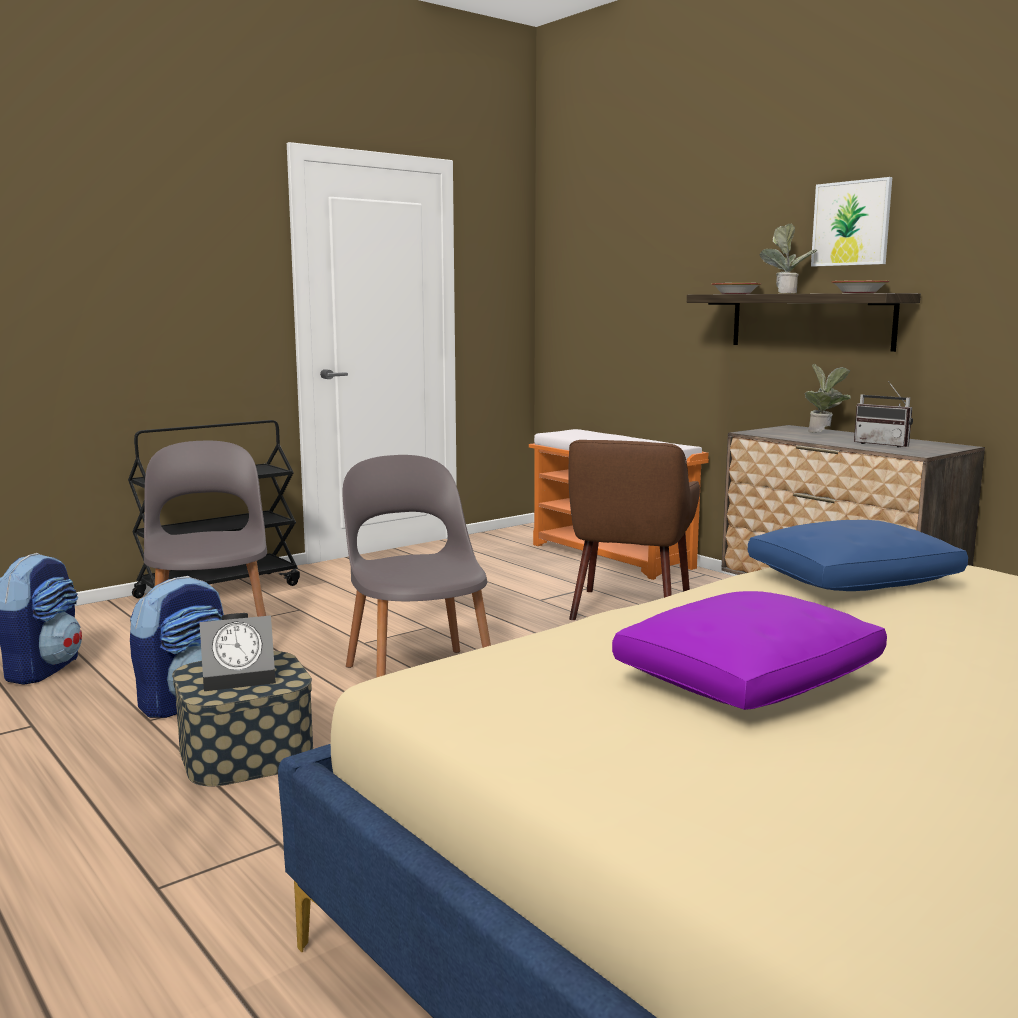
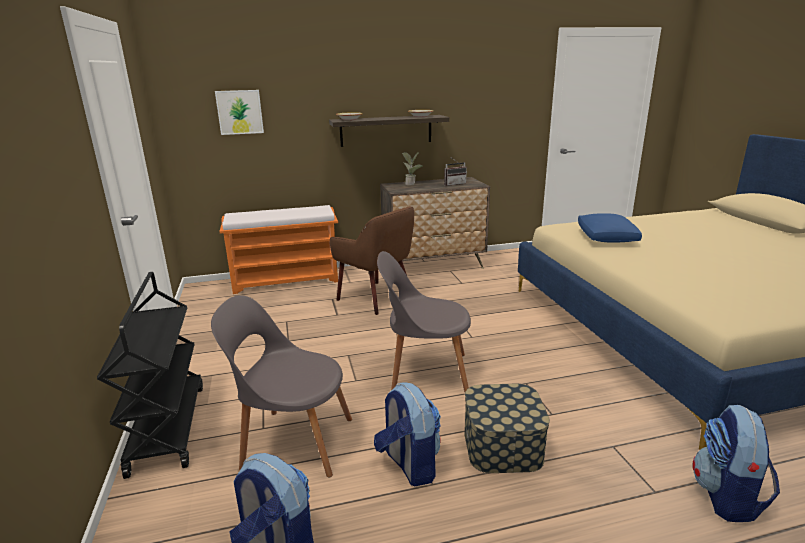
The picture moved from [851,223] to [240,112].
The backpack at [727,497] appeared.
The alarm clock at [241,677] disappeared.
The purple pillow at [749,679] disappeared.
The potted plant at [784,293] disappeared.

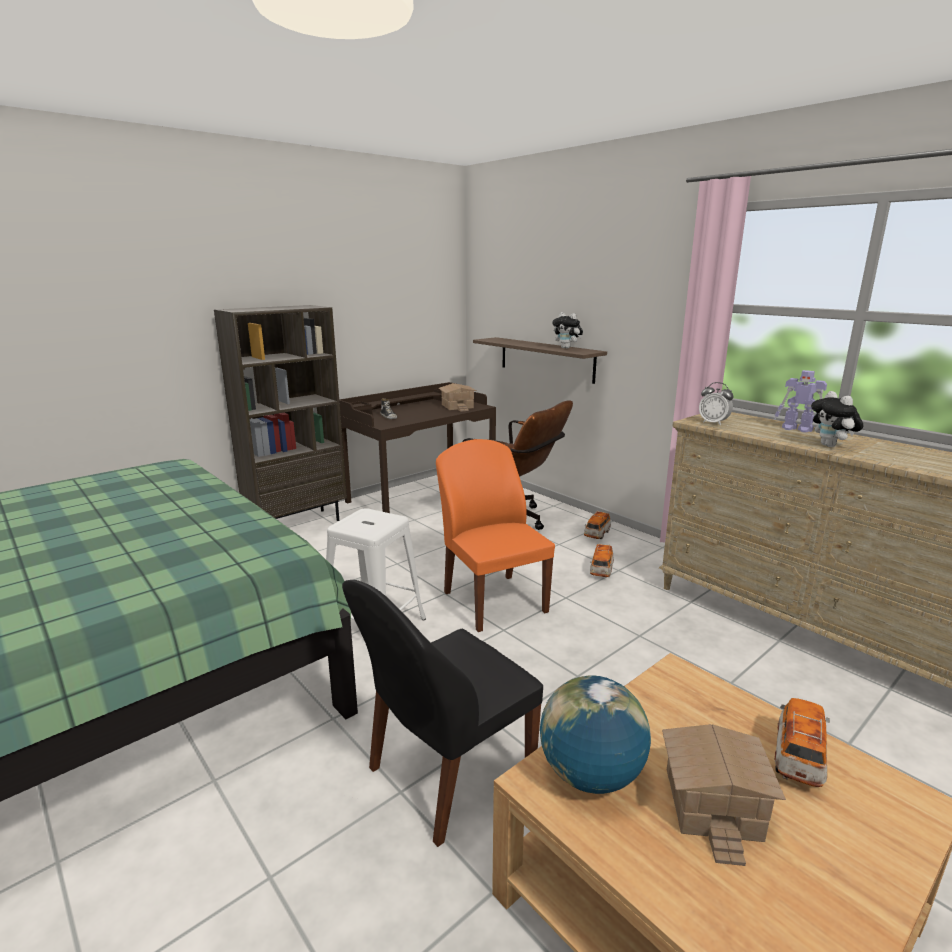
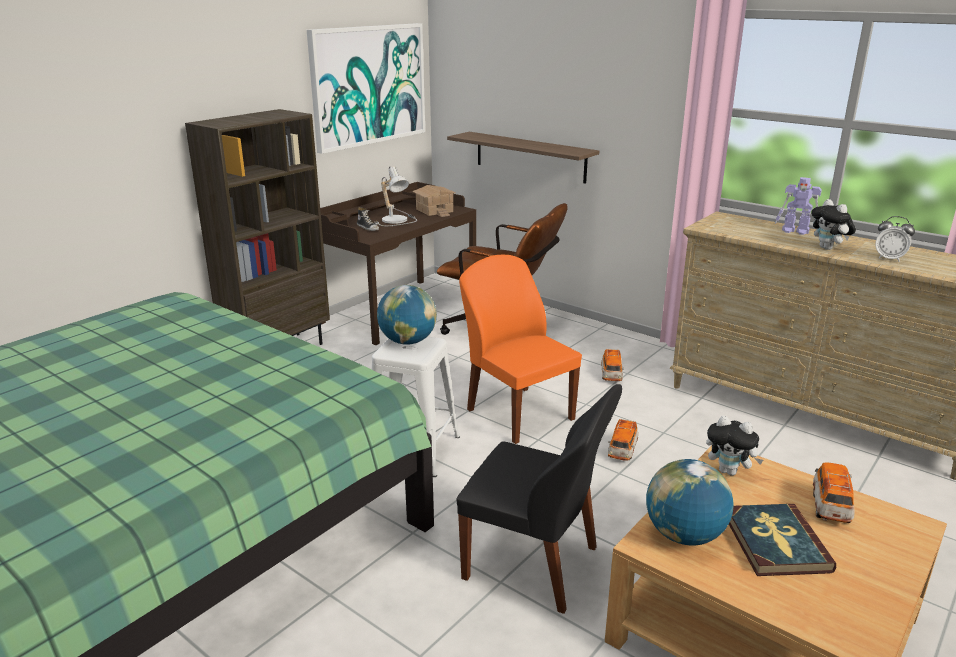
The picture at [368,85] appeared.
The table lamp at [397,220] appeared.
The globe at [408,341] appeared.
The black chair at [447,775] turned 105 degrees counterclockwise.
The toy car moved from [597,534] to [622,451].
The plush toy moved from [567,348] to [729,471].
The toy house at [710,803] was replaced by the book at [775,543].
The alarm clock moved from [713,423] to [889,259].

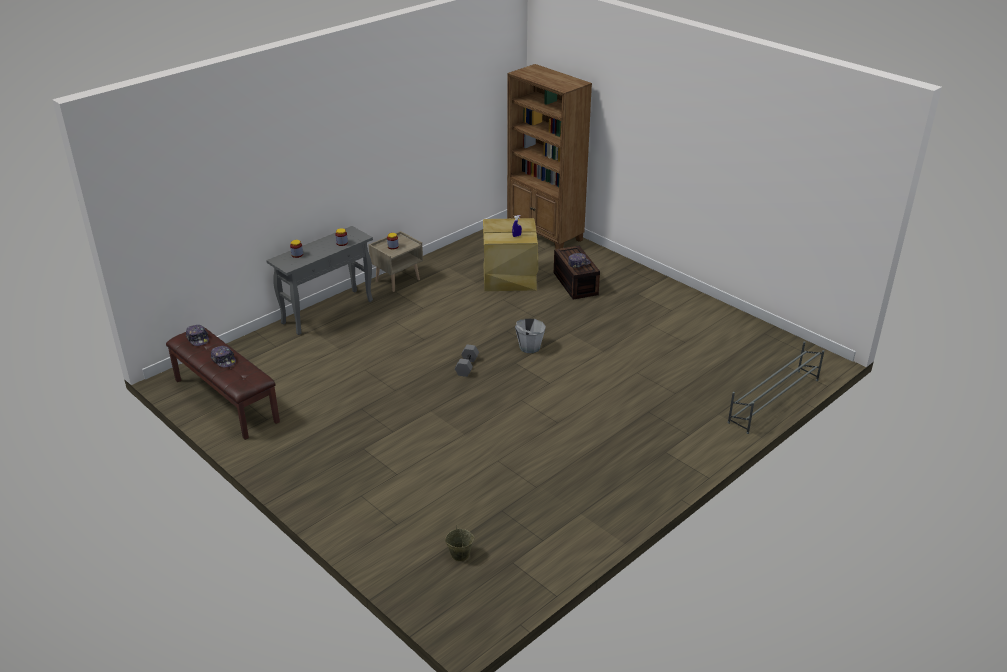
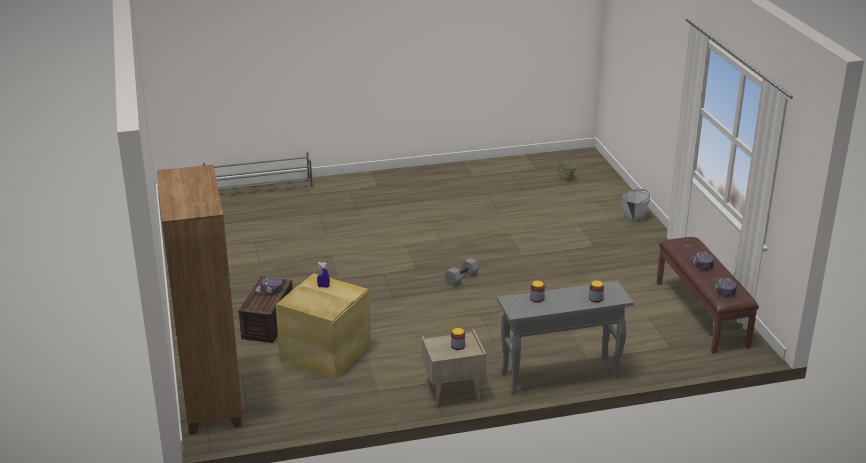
The grey bucket moved from [529,347] to [634,217].

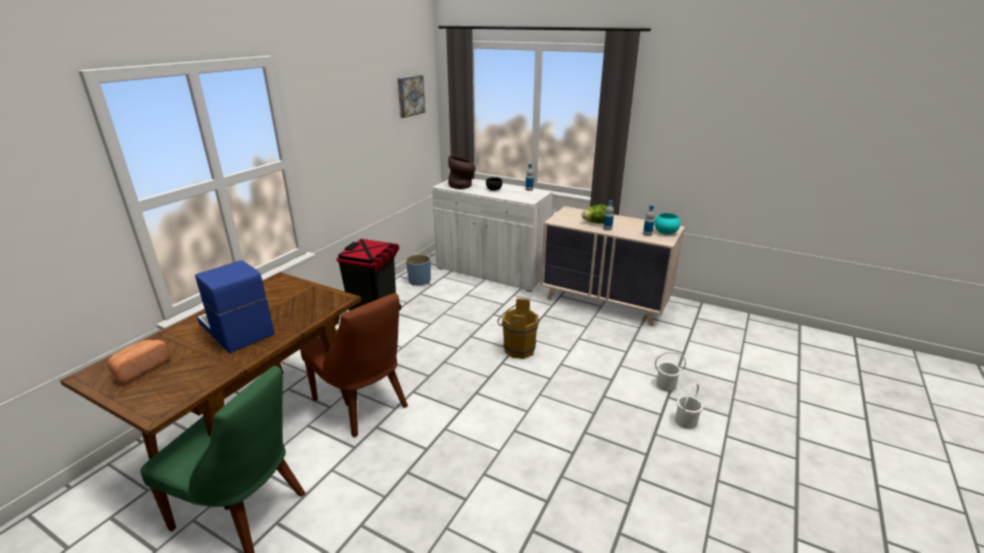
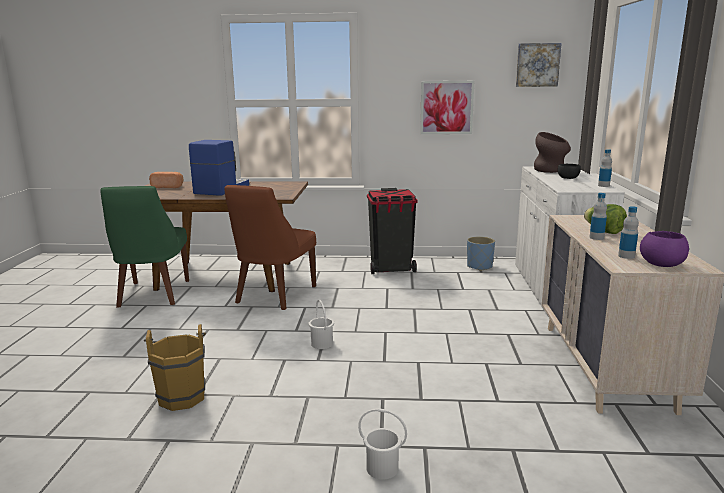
The brown bucket moved from [516,349] to [182,395].
The white bucket moved from [666,385] to [321,344].
The picture at [446,107] appeared.
The turquoise bowl at [665,232] became the purple bowl at [662,264].

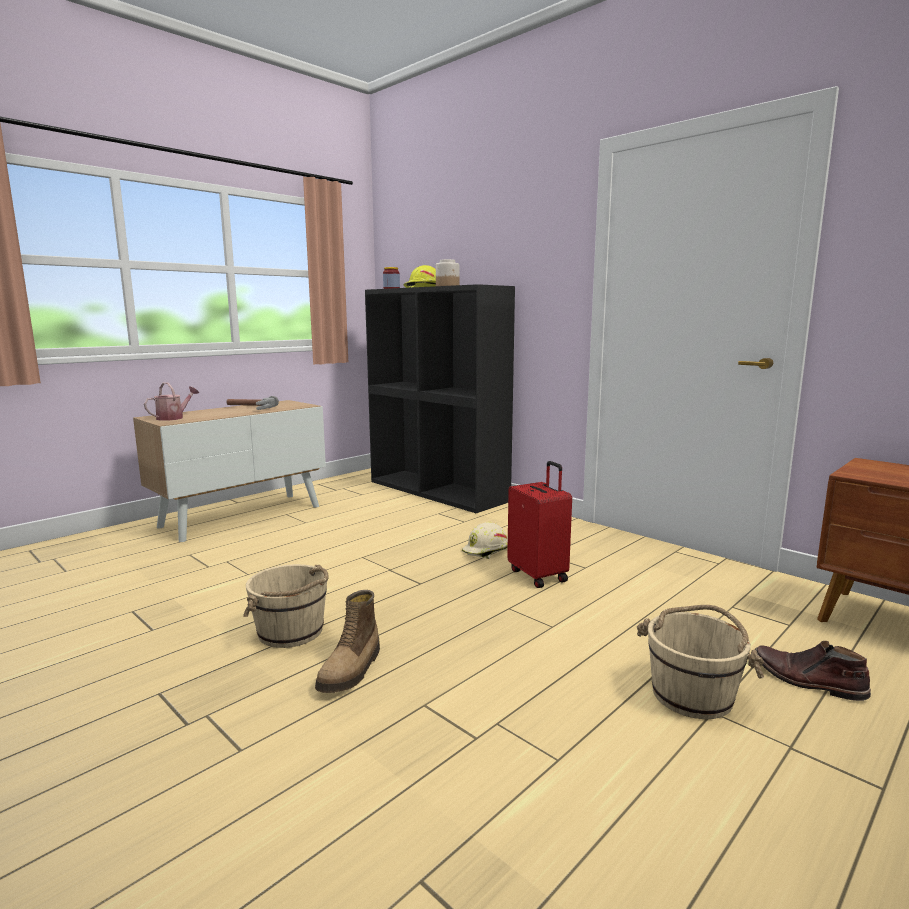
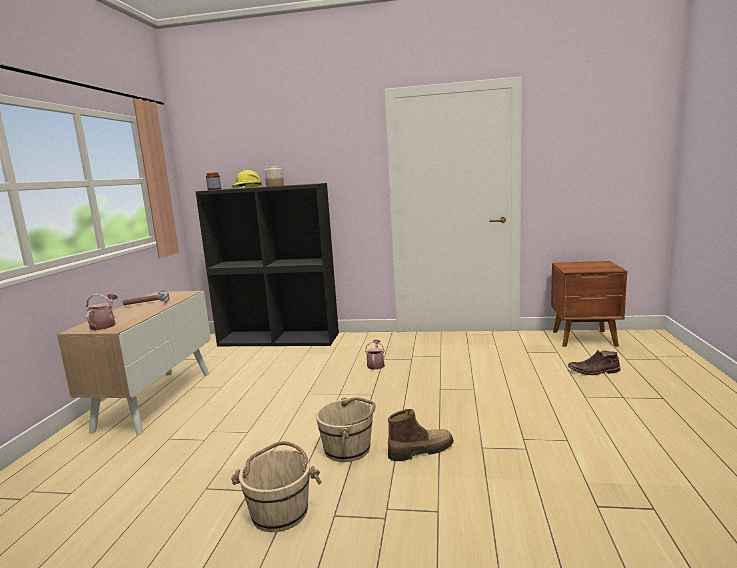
The beige bucket moved from [692,694] to [280,511].
The beige hard hat at [486,551] was replaced by the watering can at [376,365].
The boot at [351,671] turned 90 degrees counterclockwise.
The red suitcase at [539,575] disappeared.

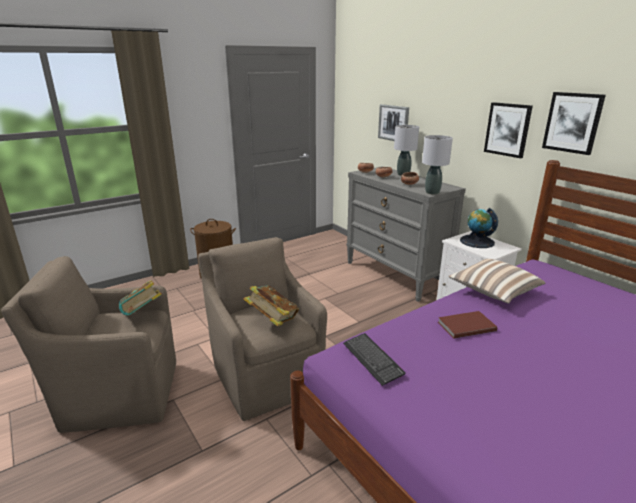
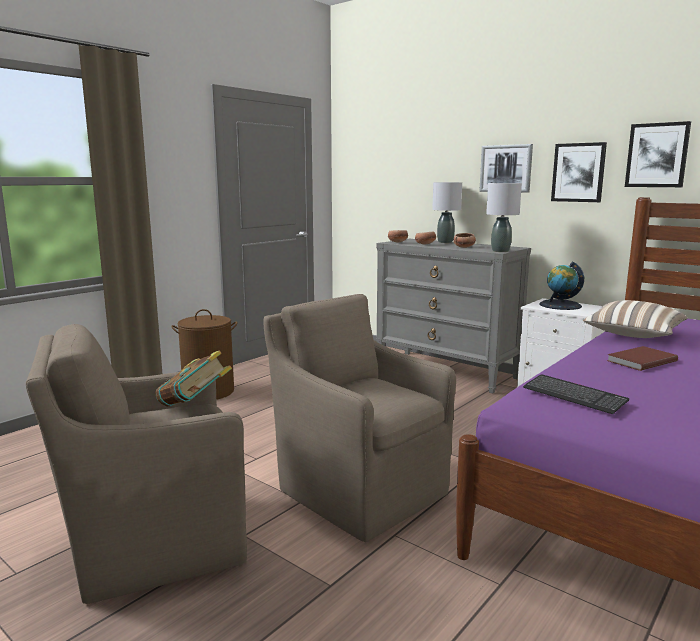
The picture moved from [393,123] to [506,168].
The book at [272,320] disappeared.

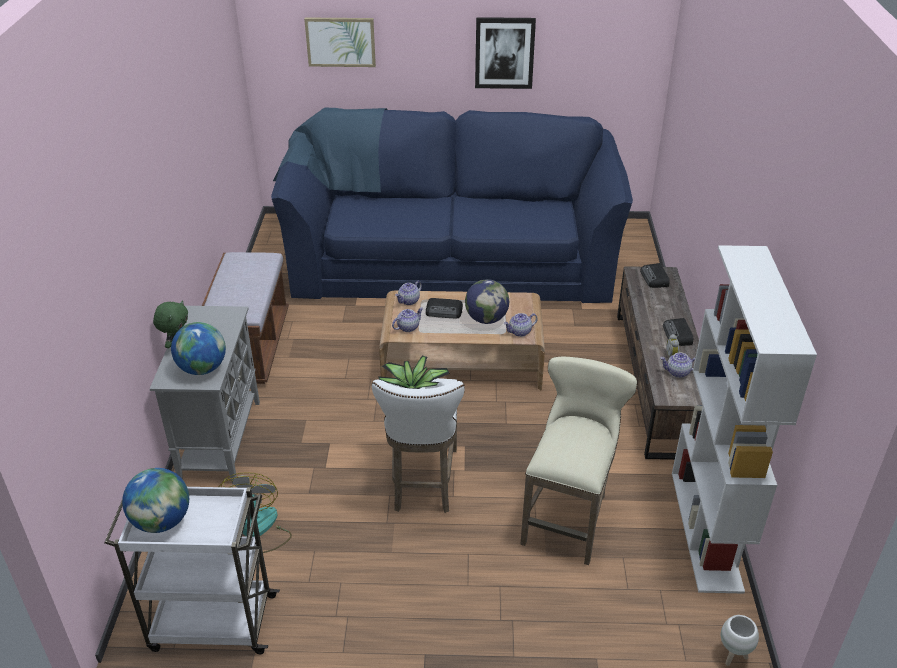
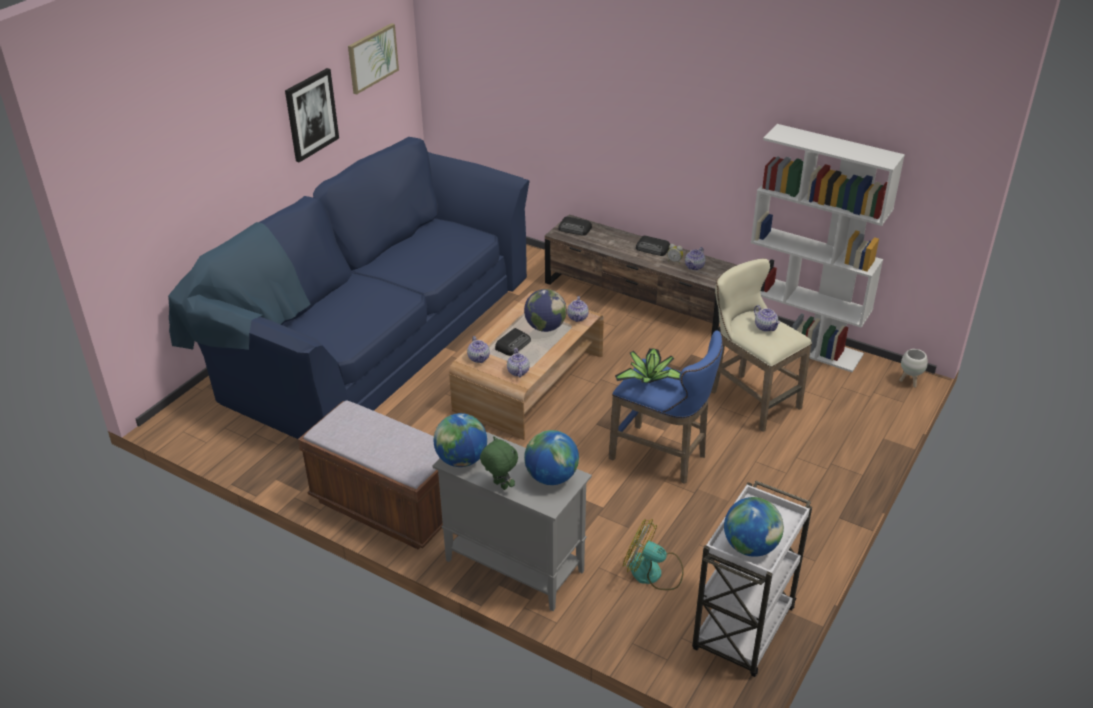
The picture moved from [340,41] to [372,58].
The globe at [461,460] appeared.
The white stool at [422,483] became the blue stool at [663,457].
The teapot at [766,327] appeared.

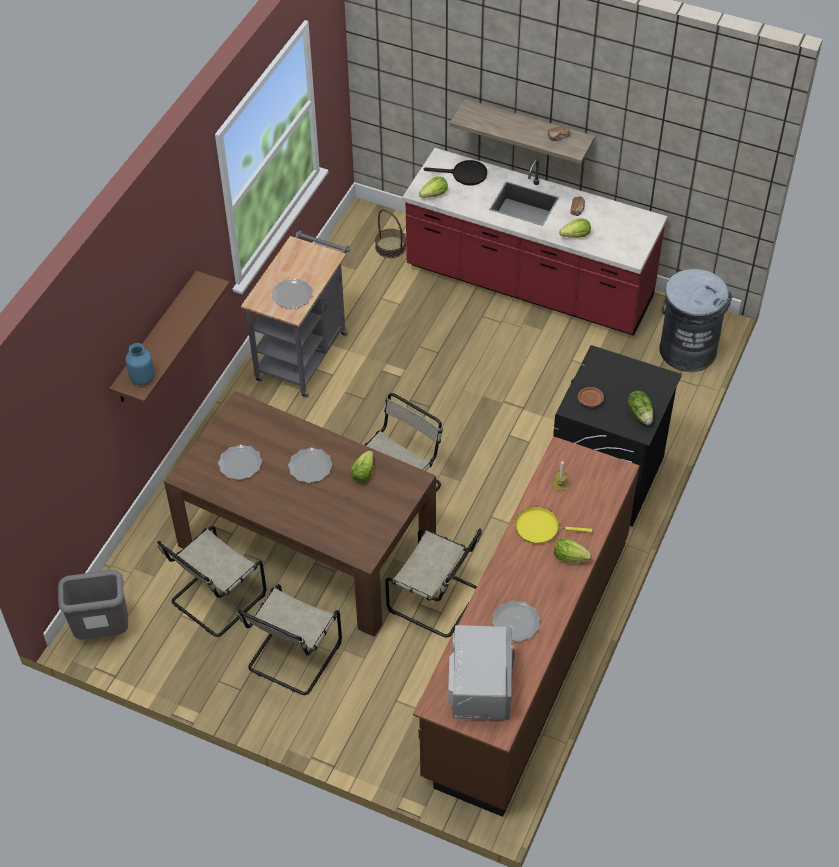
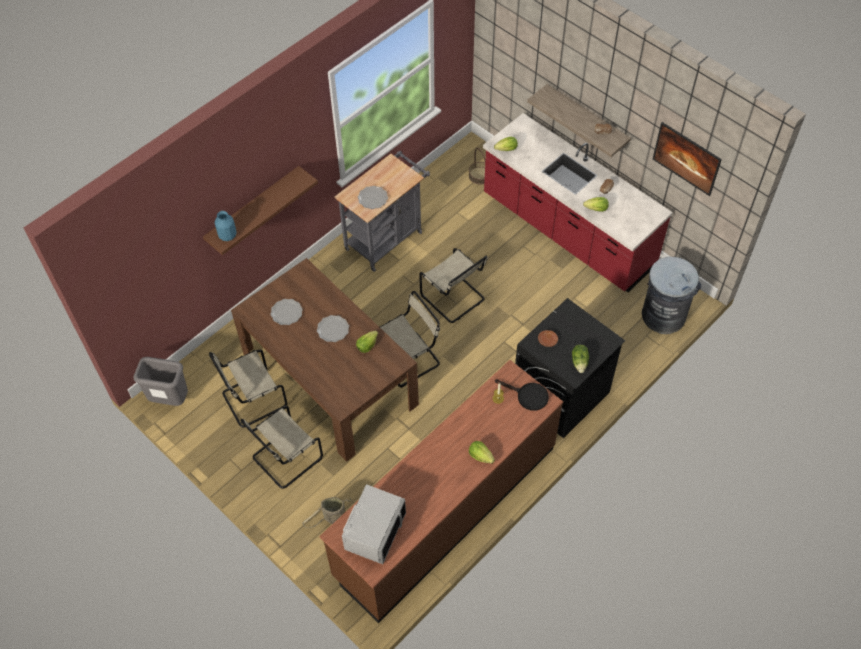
The basket at [333,517] appeared.
The beige chair moved from [437,601] to [454,298].
The black frying pan moved from [464,175] to [528,396].
The picture at [684,167] appeared.
The plate at [516,623] disappeared.
The yellow frying pan at [540,528] disappeared.

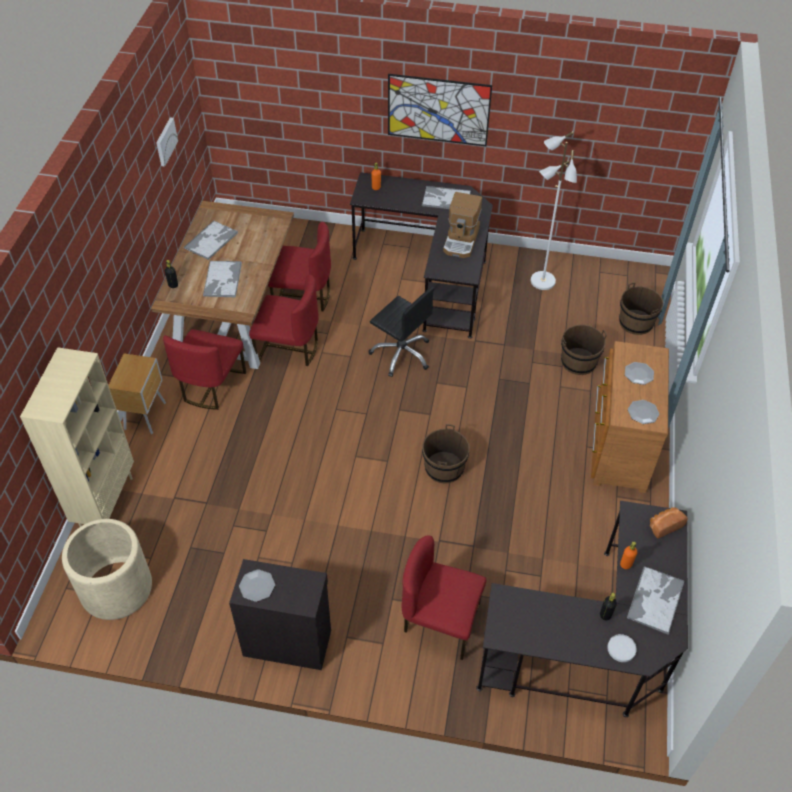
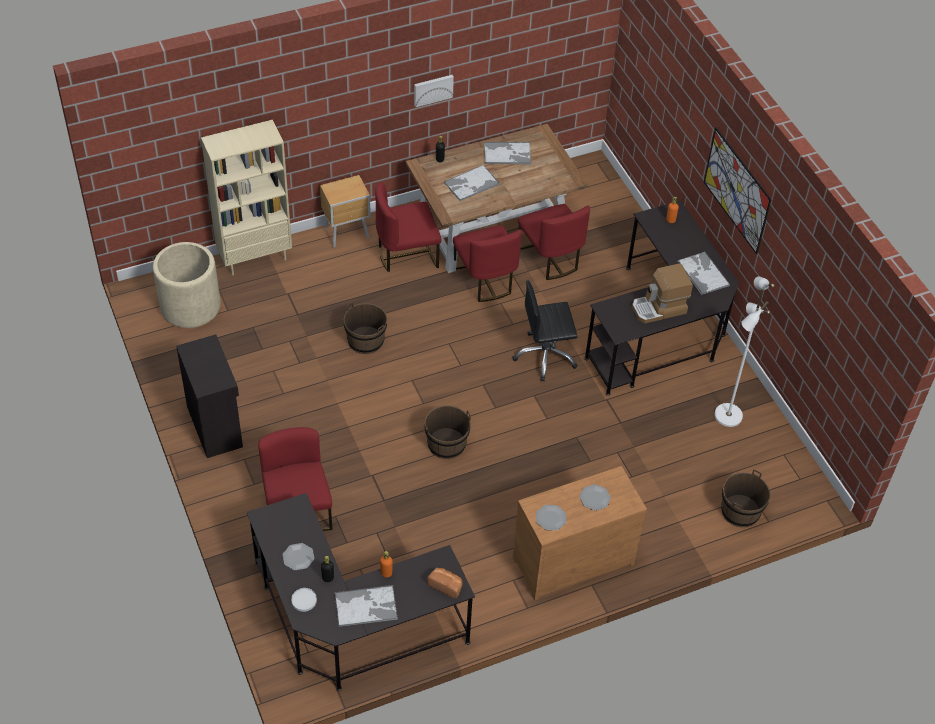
The plate moved from [257,586] to [298,557].
The brown bucket moved from [578,362] to [366,340].
The picture moved from [165,141] to [433,89].
The black office chair at [401,354] turned 75 degrees clockwise.

